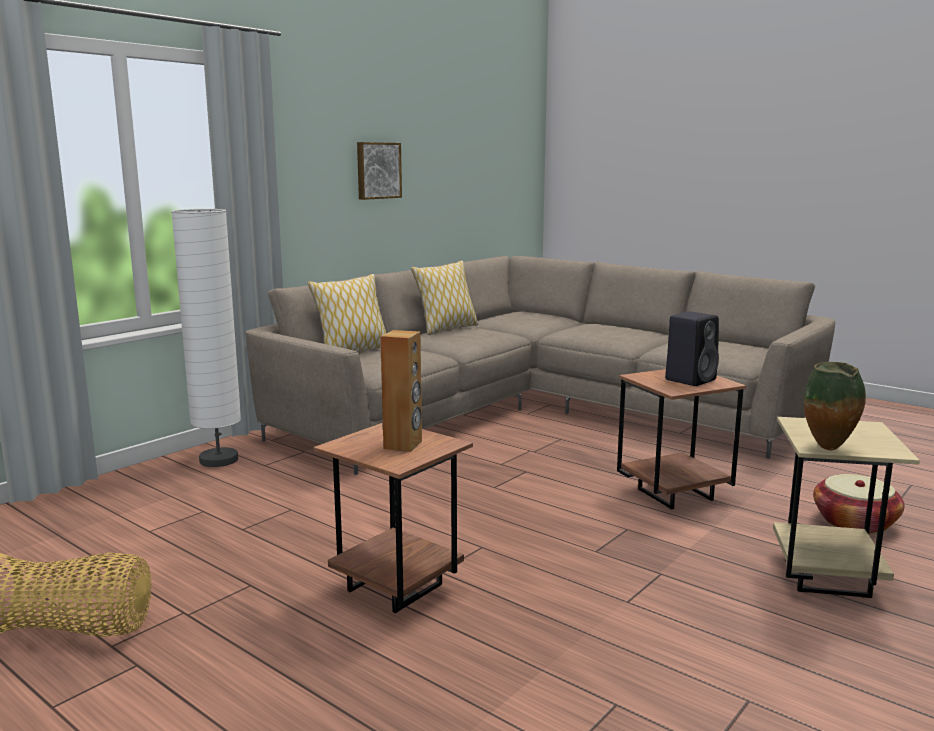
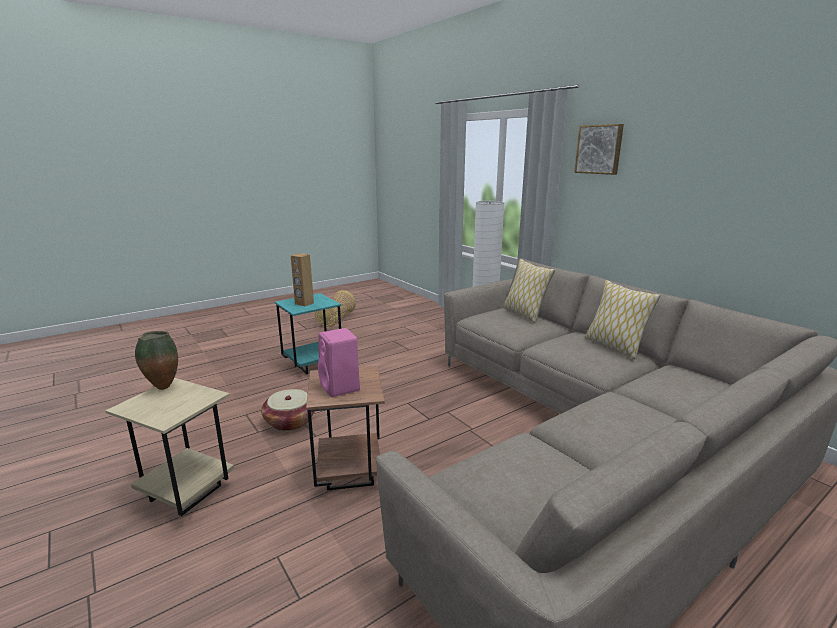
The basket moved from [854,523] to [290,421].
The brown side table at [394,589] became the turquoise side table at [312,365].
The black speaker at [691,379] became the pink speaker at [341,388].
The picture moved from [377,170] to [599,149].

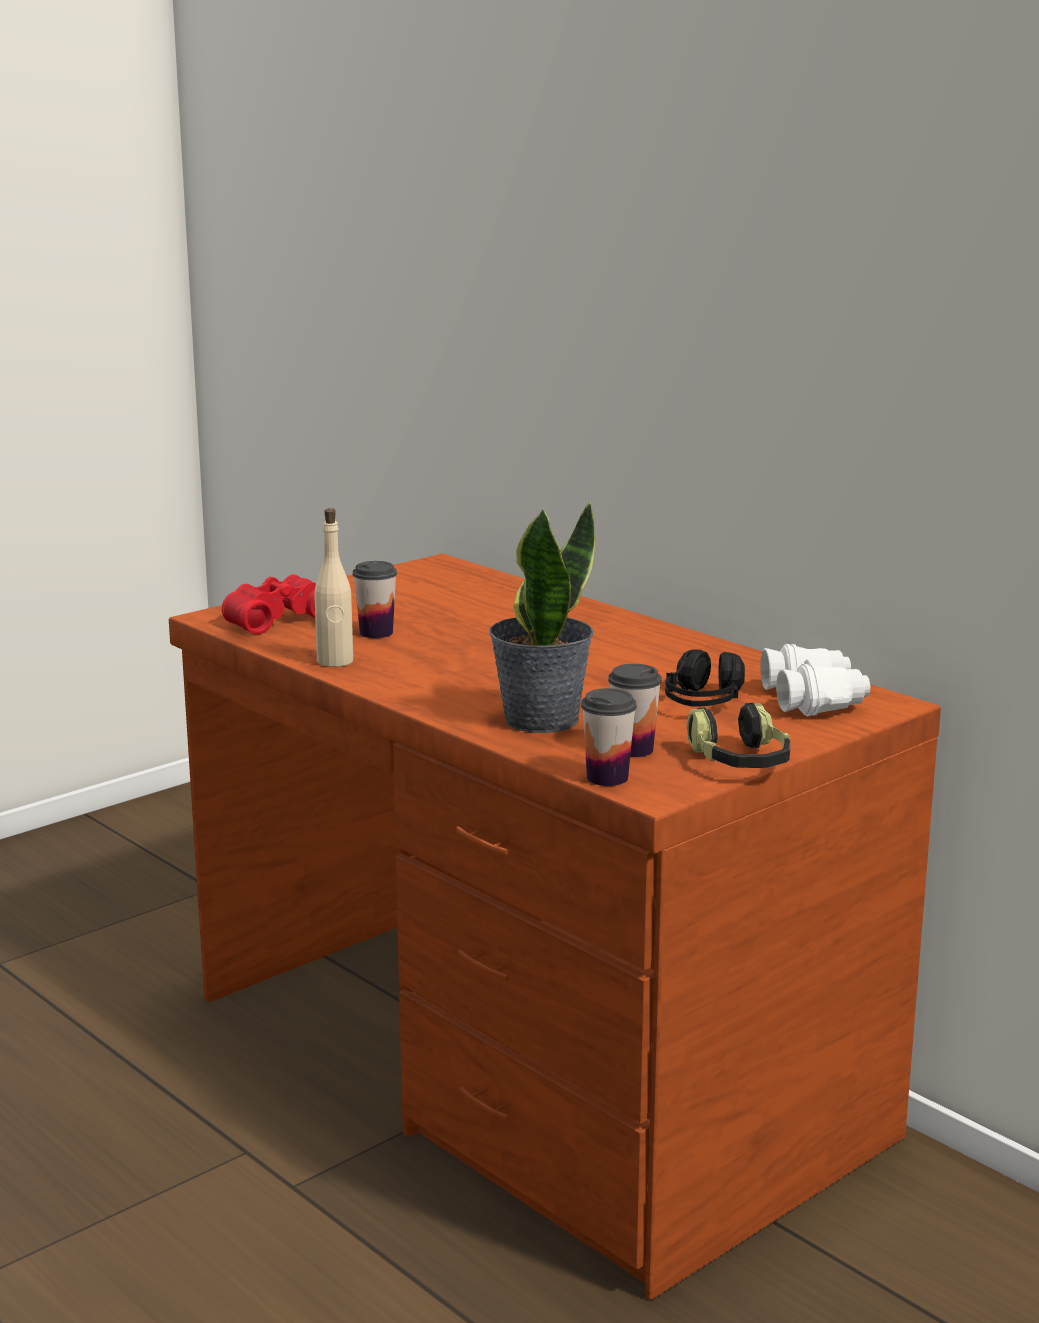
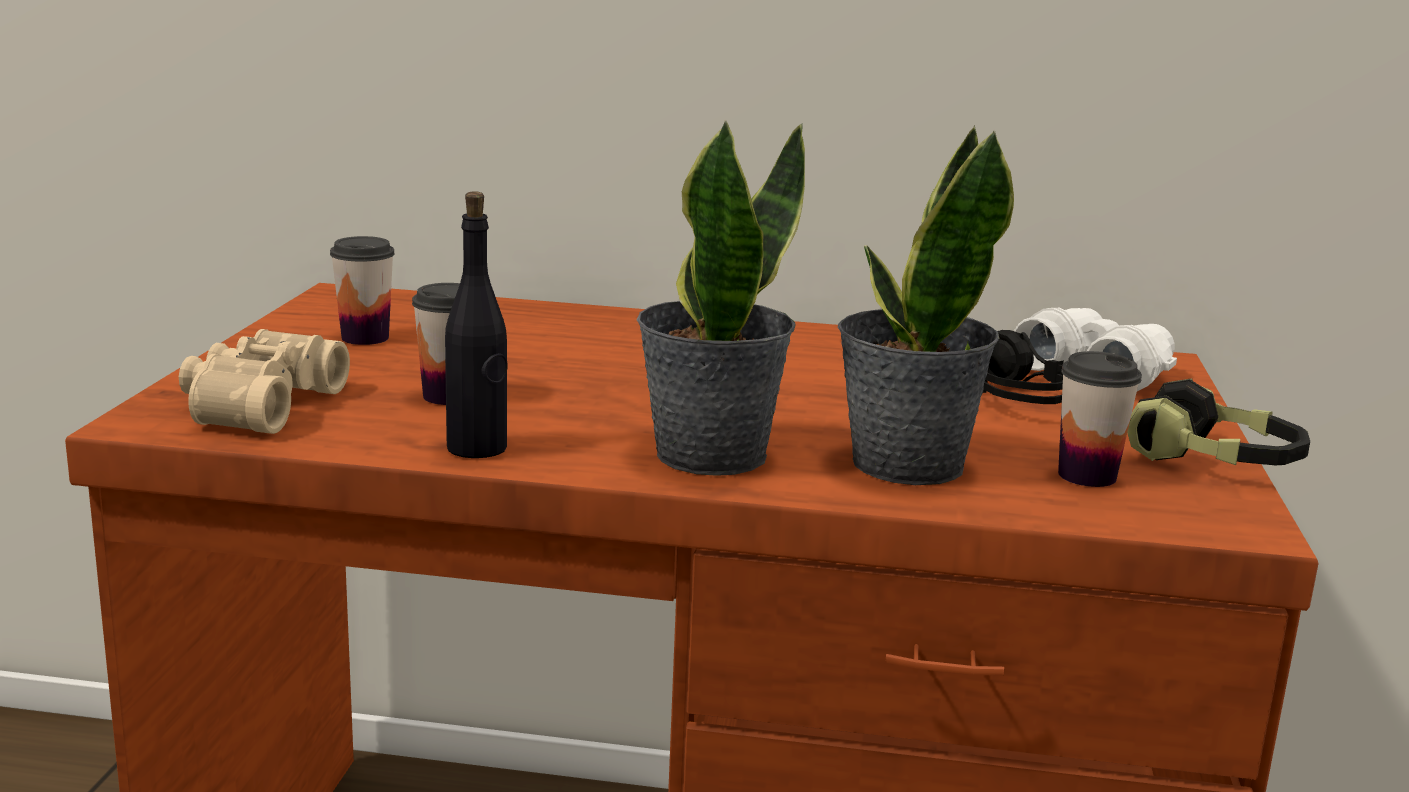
The red binoculars at [275,618] became the beige binoculars at [257,405].
The cup moved from [607,778] to [365,338].
The beige bottle at [335,662] became the black bottle at [477,448].
The potted plant at [709,454] appeared.

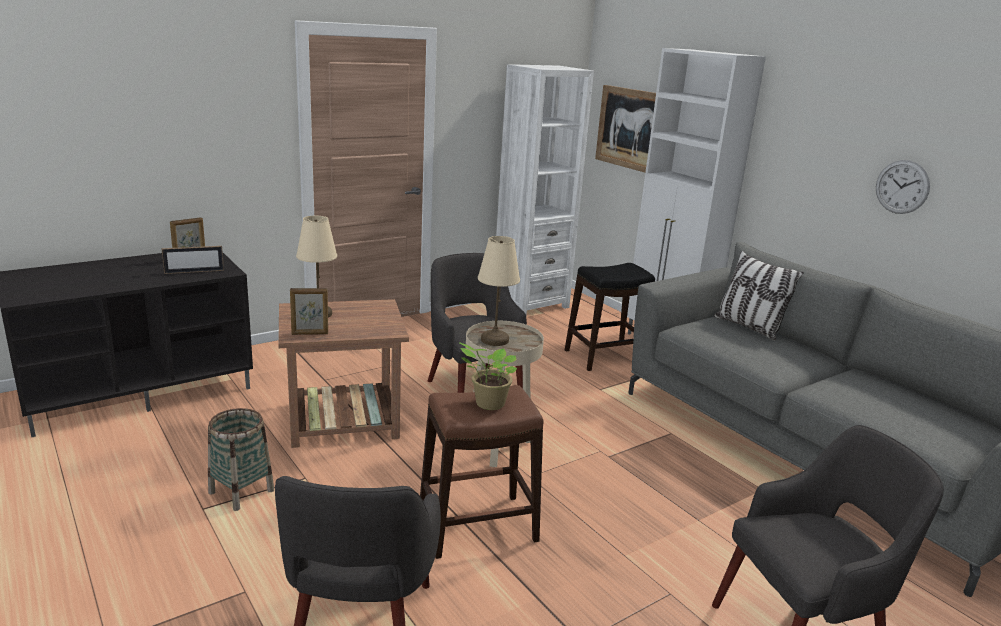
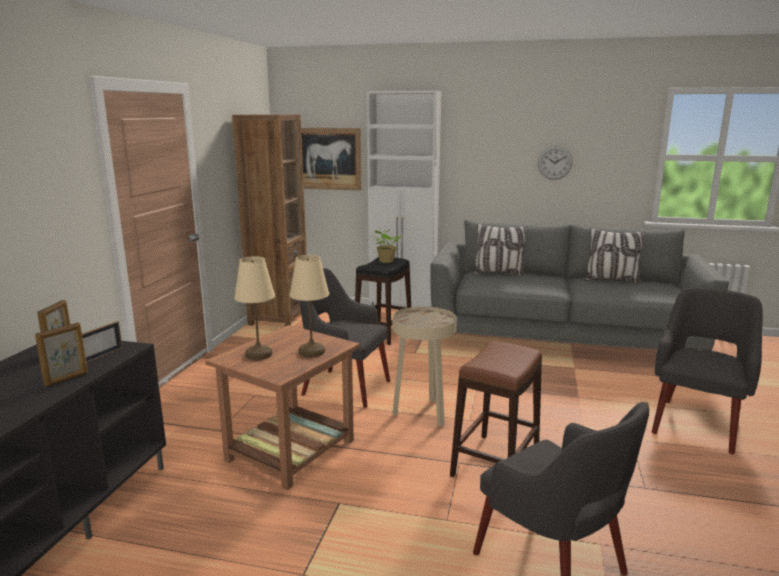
The picture frame moved from [310,334] to [67,379].
The white bookcase at [530,304] became the brown bookcase at [279,318].
The beige table lamp moved from [495,340] to [312,352].
The potted plant moved from [487,403] to [385,261].
The pillow at [611,280] appeared.
The basket at [241,491] disappeared.

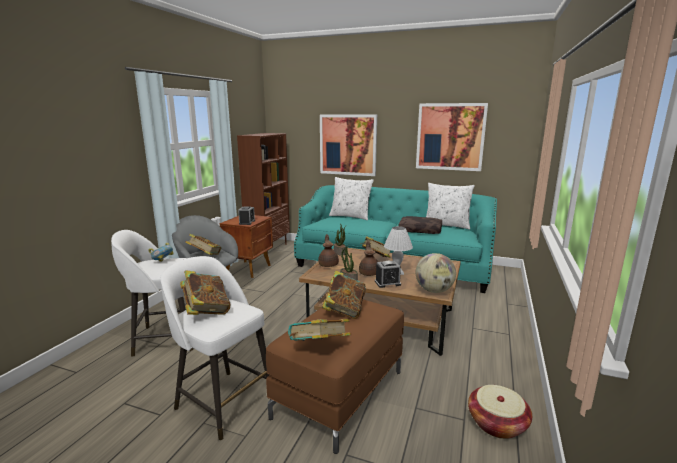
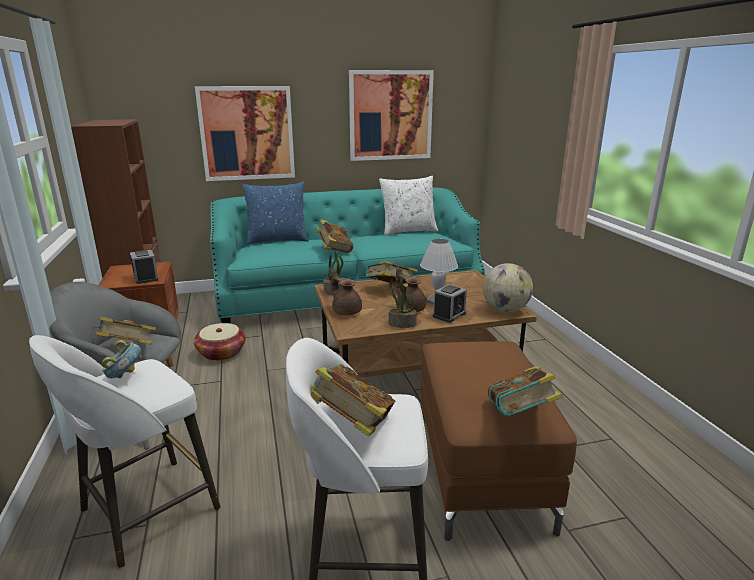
The basket moved from [497,423] to [221,353].
The white pillow at [350,216] became the blue pillow at [277,240].
The book moved from [344,311] to [334,251].
The brown pillow at [420,230] disappeared.

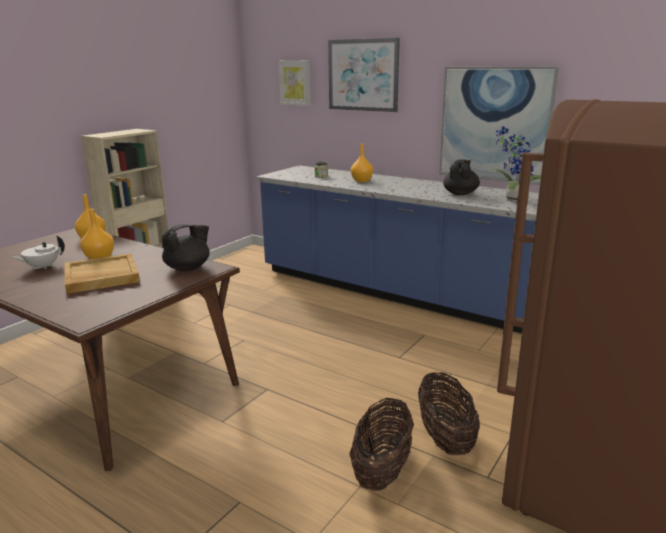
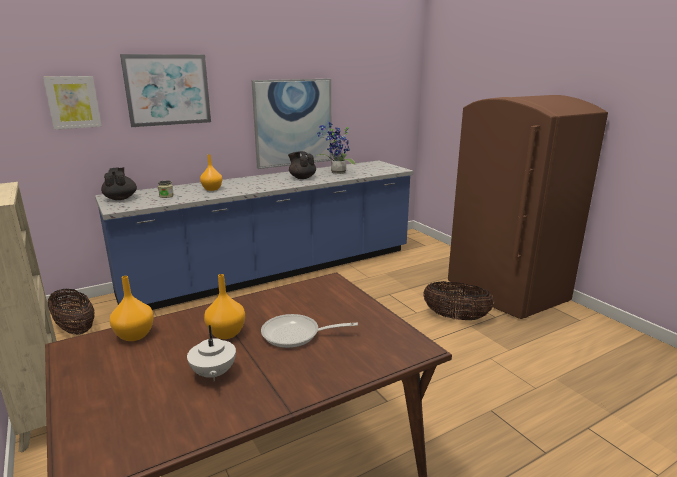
The basket moved from [382,470] to [75,329].
The black teapot moved from [188,268] to [120,198].
The beige tray at [101,276] was replaced by the frying pan at [296,335].

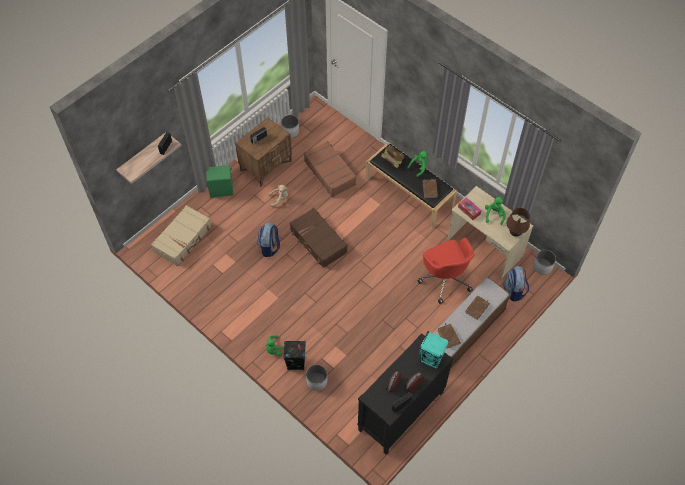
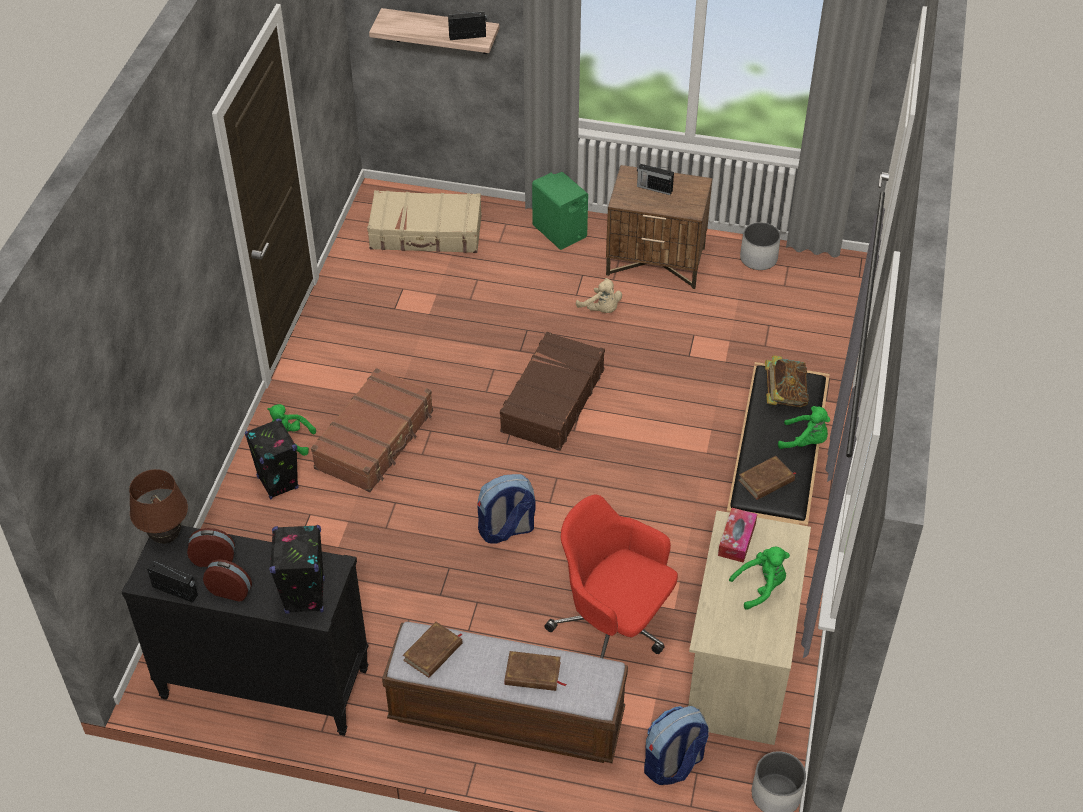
The brown table lamp moved from [515,233] to [166,537].
The turquoise speaker at [431,359] became the black speaker at [305,596].
The brown suitcase moved from [330,172] to [375,440].
The backpack moved from [269,247] to [506,530].
The red office chair at [445,278] turned 90 degrees clockwise.
The white planter at [317,381] disappeared.

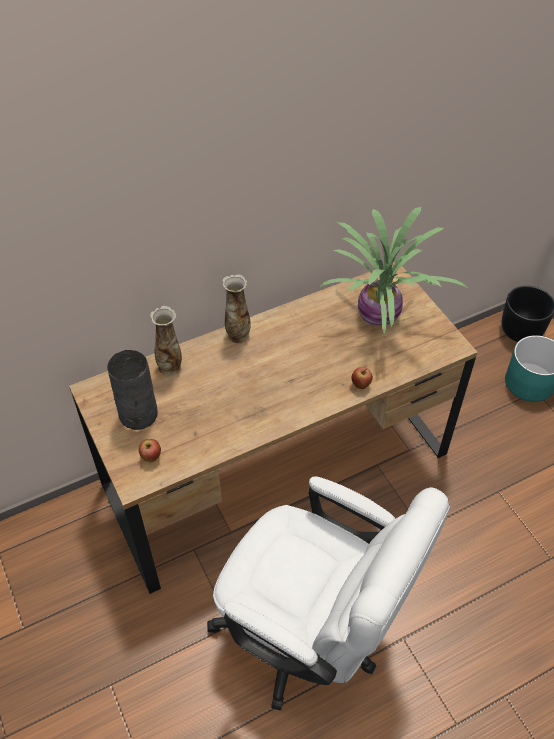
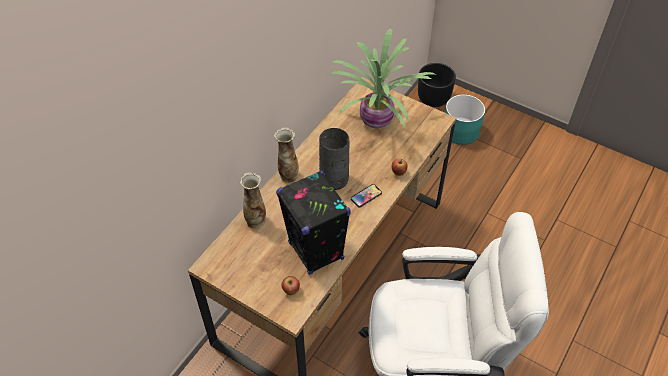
The black speaker at [316,251] appeared.
The grey vase moved from [137,415] to [334,180].
The phone at [366,196] appeared.

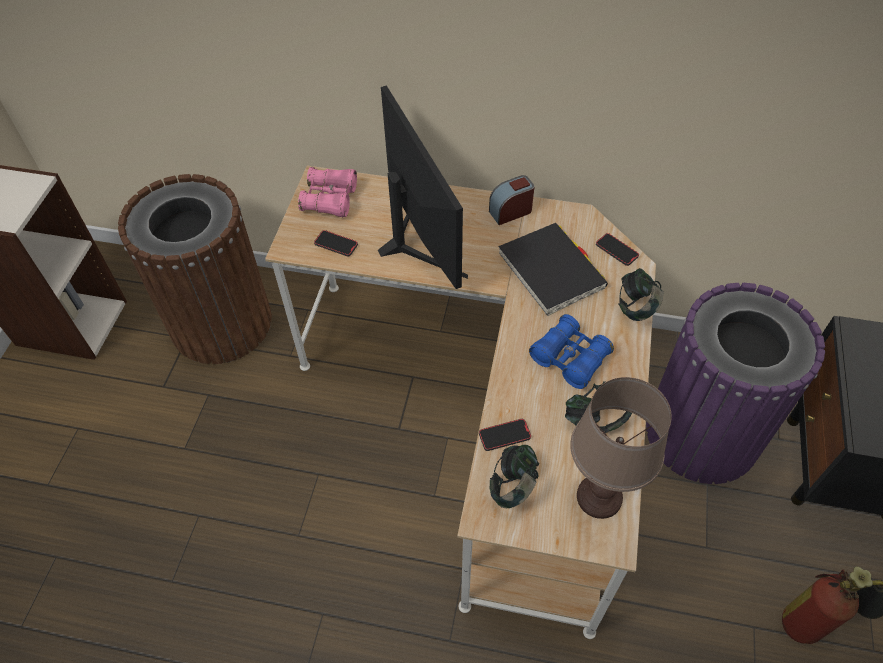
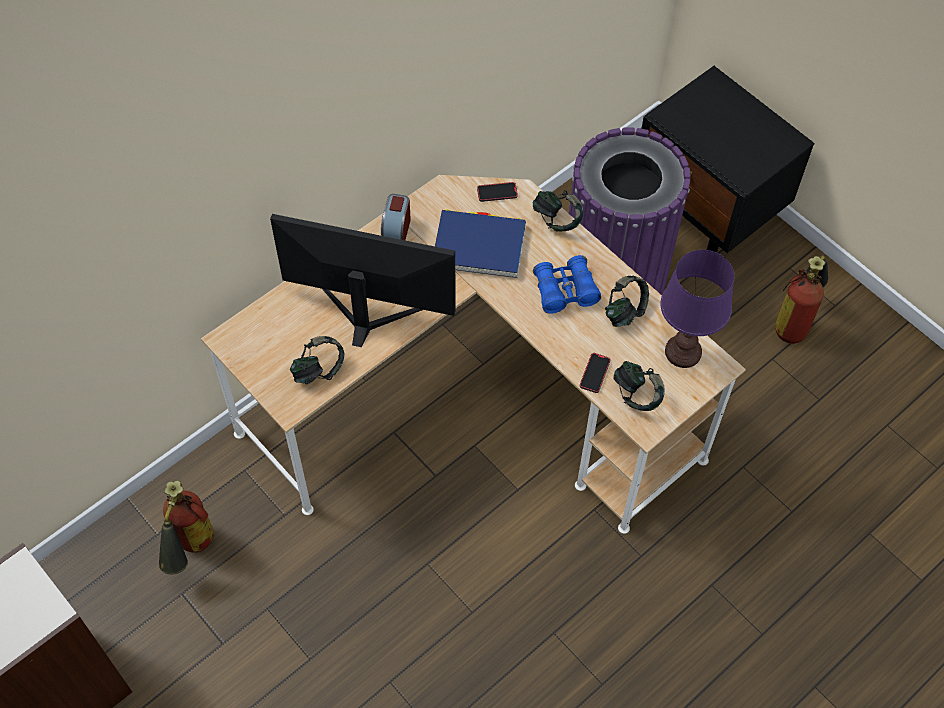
The brown trash can at [221,322] was replaced by the fire extinguisher at [191,552].
The phone at [336,244] was replaced by the headphones at [318,370].
The black book at [551,271] became the blue book at [479,246].
The brown table lamp at [600,497] became the purple table lamp at [683,351].
The pink binoculars at [330,199] disappeared.

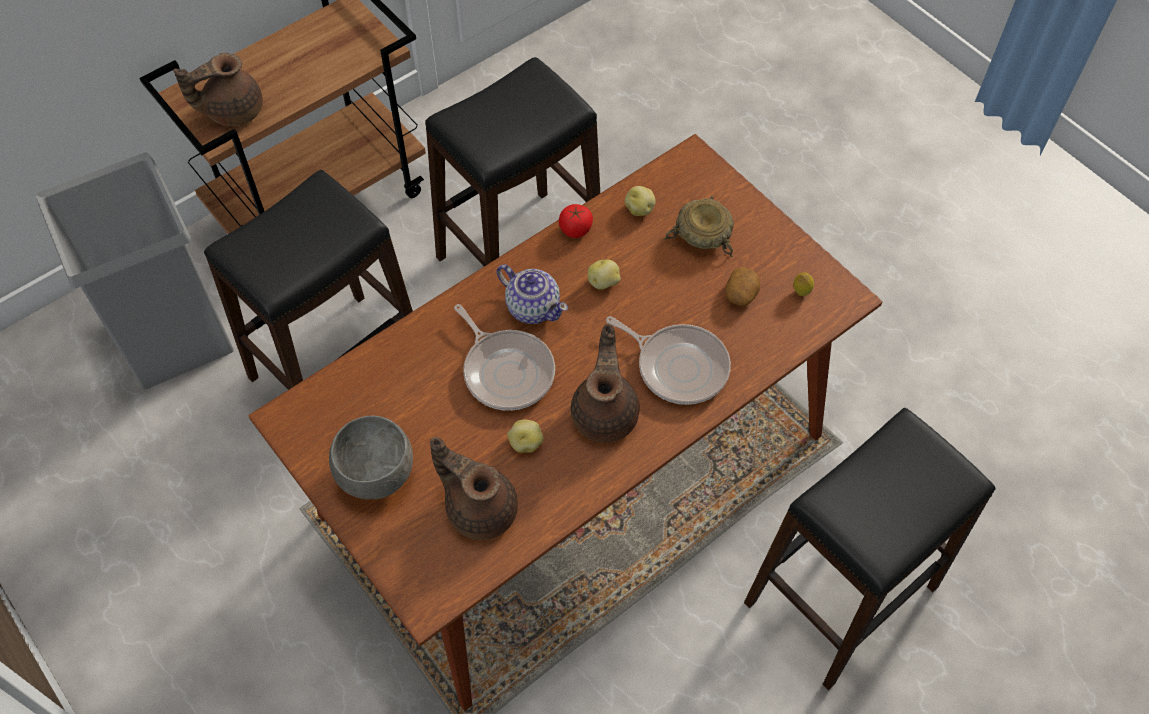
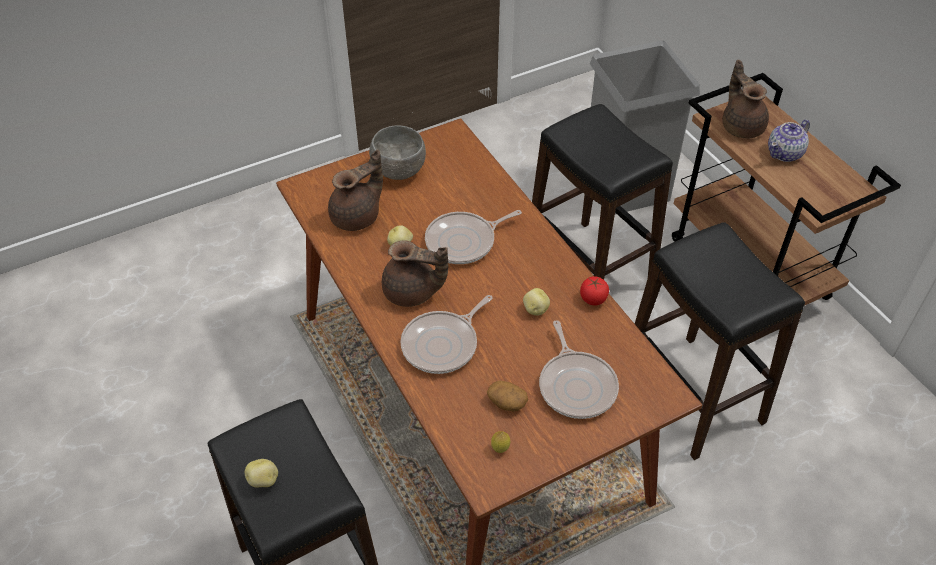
The potato moved from [640,208] to [264,480].
The beige bowl at [701,235] was replaced by the frying pan at [576,385].
The teapot moved from [533,307] to [785,153].

